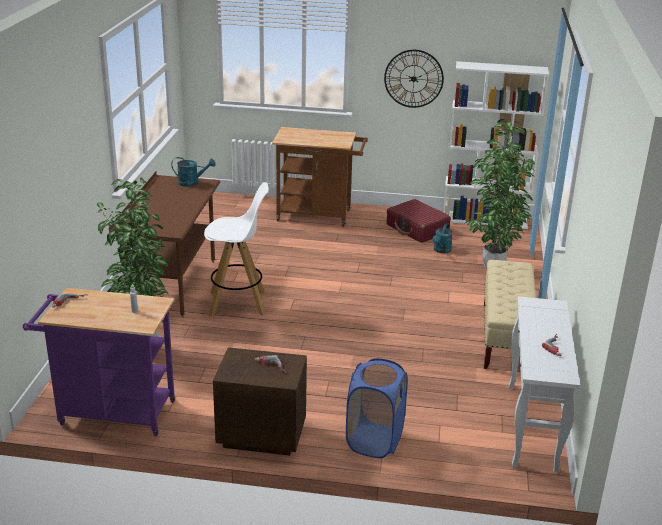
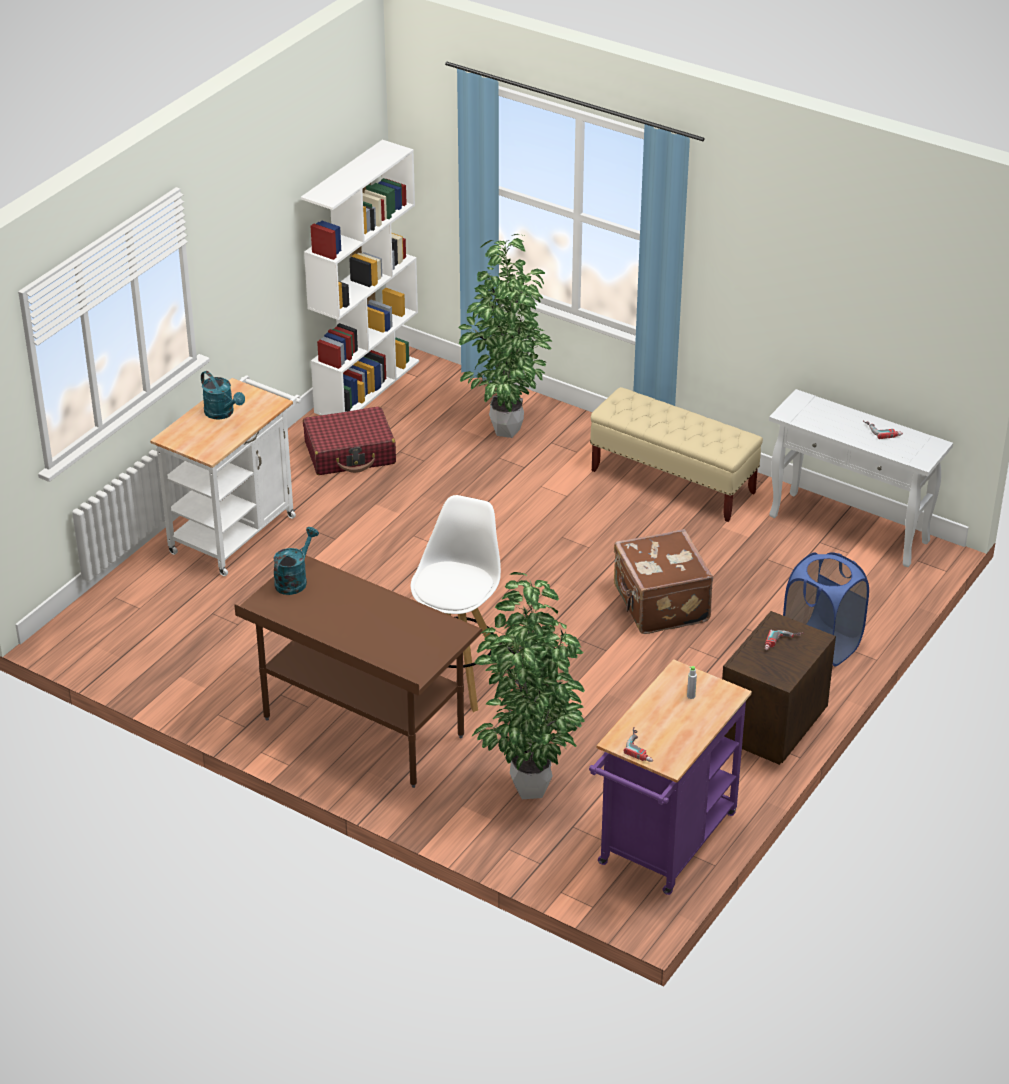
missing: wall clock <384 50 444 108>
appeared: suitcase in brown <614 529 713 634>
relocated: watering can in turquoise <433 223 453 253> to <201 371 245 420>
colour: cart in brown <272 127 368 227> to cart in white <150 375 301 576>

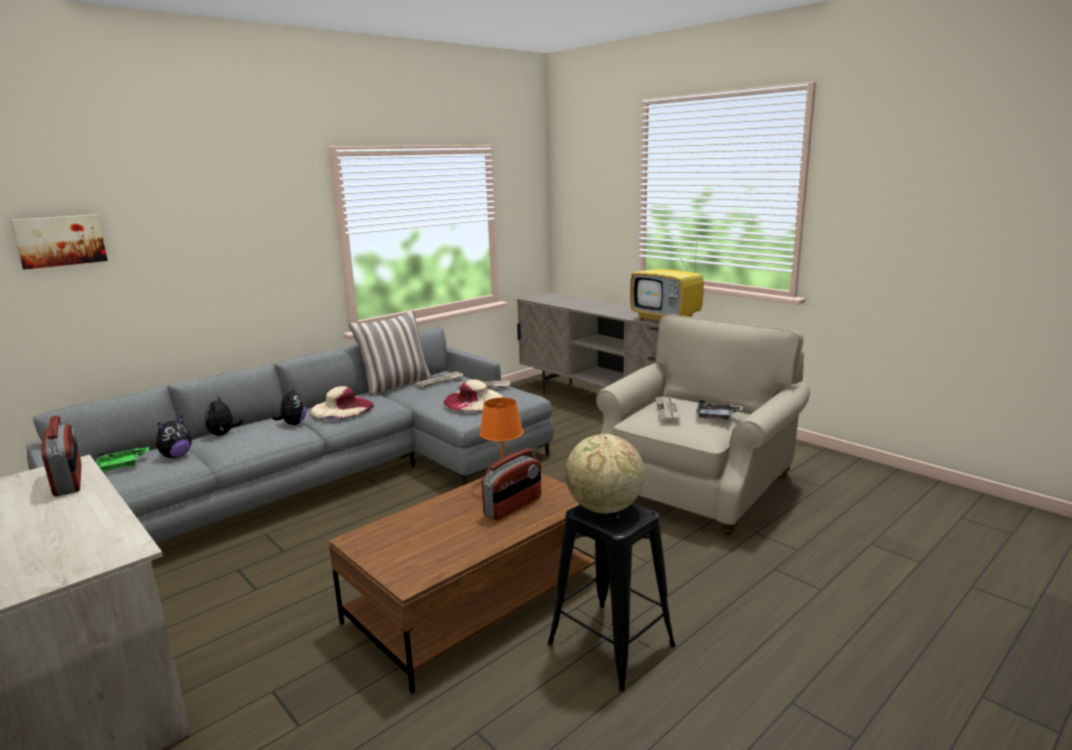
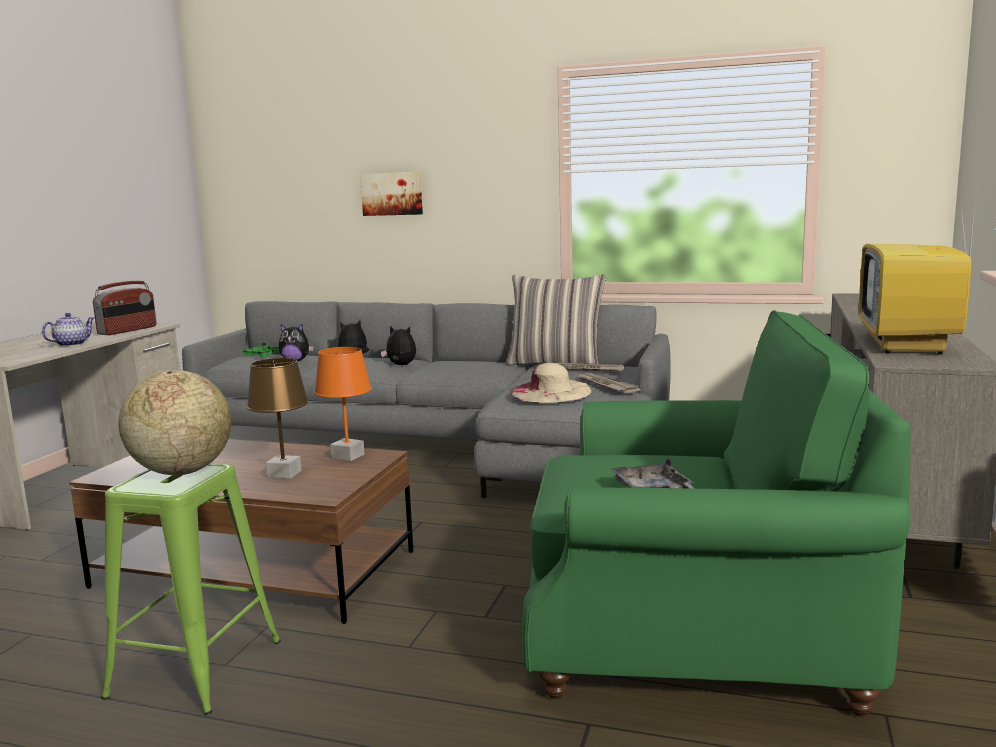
missing: hat in beige <311 386 374 419>; newspaper <655 397 680 422>
appeared: teapot <42 313 94 346>
relocated: picture <10 214 108 270> to <360 172 423 216>
exchanged: radio <482 448 541 520> to table lamp in brown <247 358 308 479>
colour: stool in black <547 503 676 692> to stool in green <101 463 281 715>; armchair in beige <596 315 810 535> to armchair in green <522 310 911 717>
spun: plush toy <272 387 306 425> = <381 326 416 365> 120 degrees counterclockwise

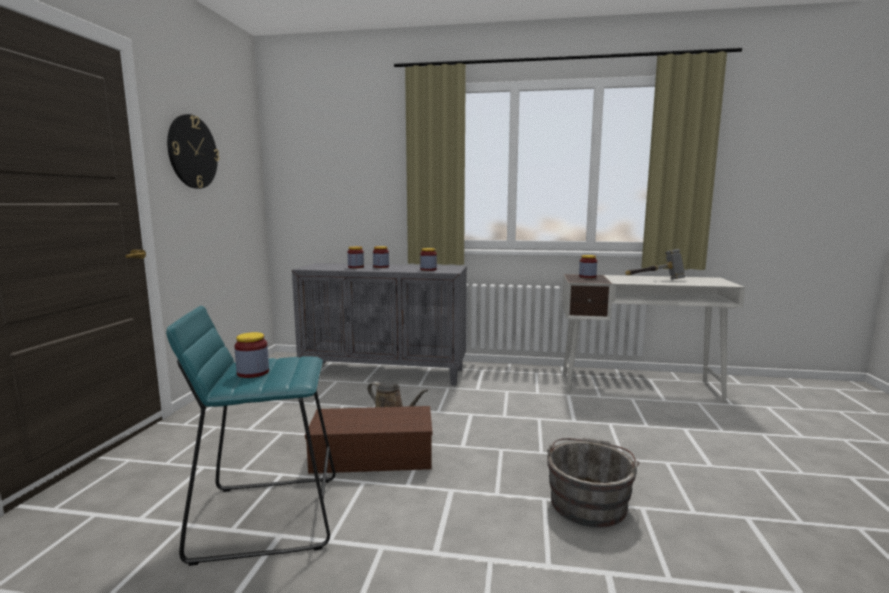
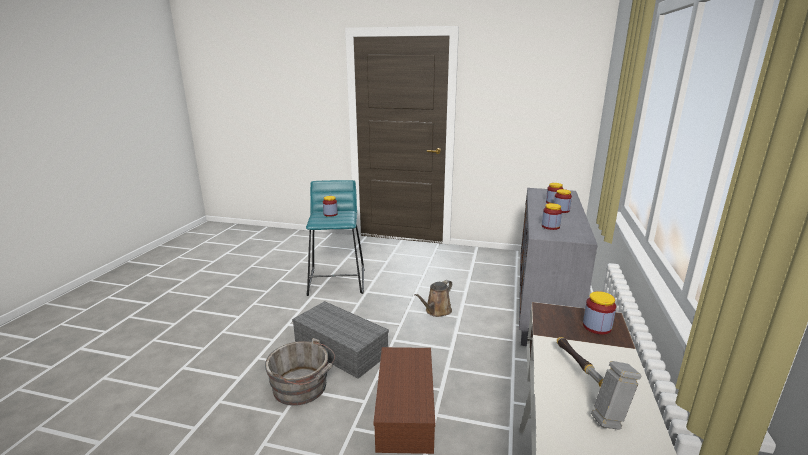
missing: wall clock <167 114 219 189>
appeared: storage box in grey <292 301 389 379>
relocated: storage box in brown <305 406 432 474> to <373 347 435 454>

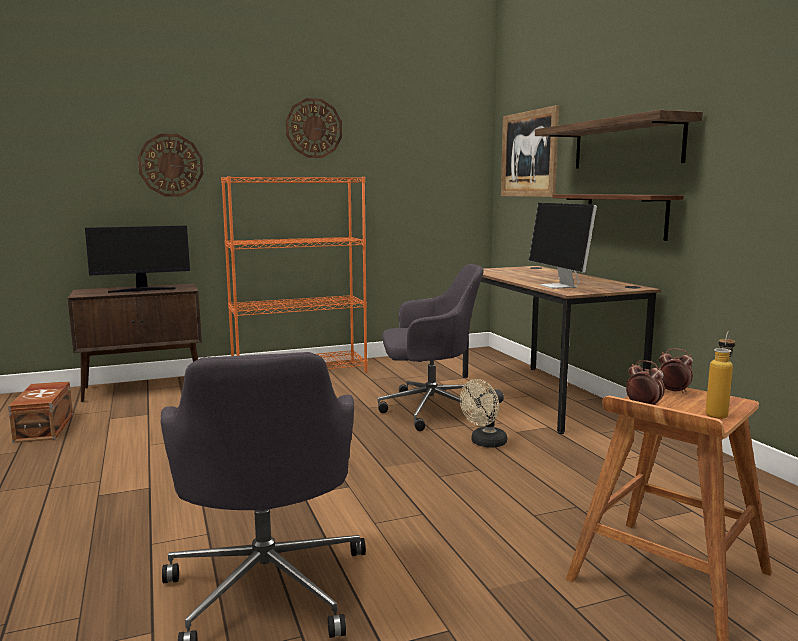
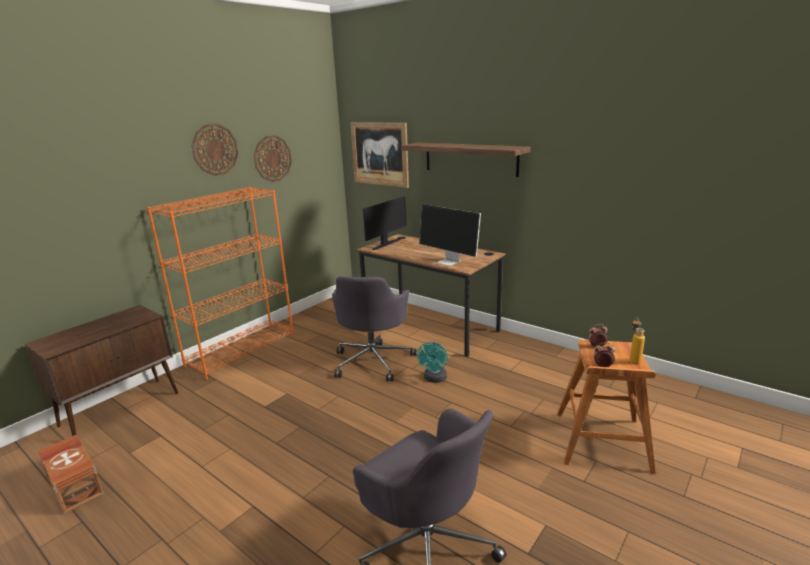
missing: shelf <552 194 684 241>
relocated: monitor <85 226 190 293> to <363 196 407 250>; wall clock <138 134 203 197> to <254 135 292 182>
colour: fan in beige <460 379 507 448> to fan in turquoise <417 342 448 383>
spun: office chair in grey <378 264 484 431> = <332 276 417 382> 135 degrees clockwise

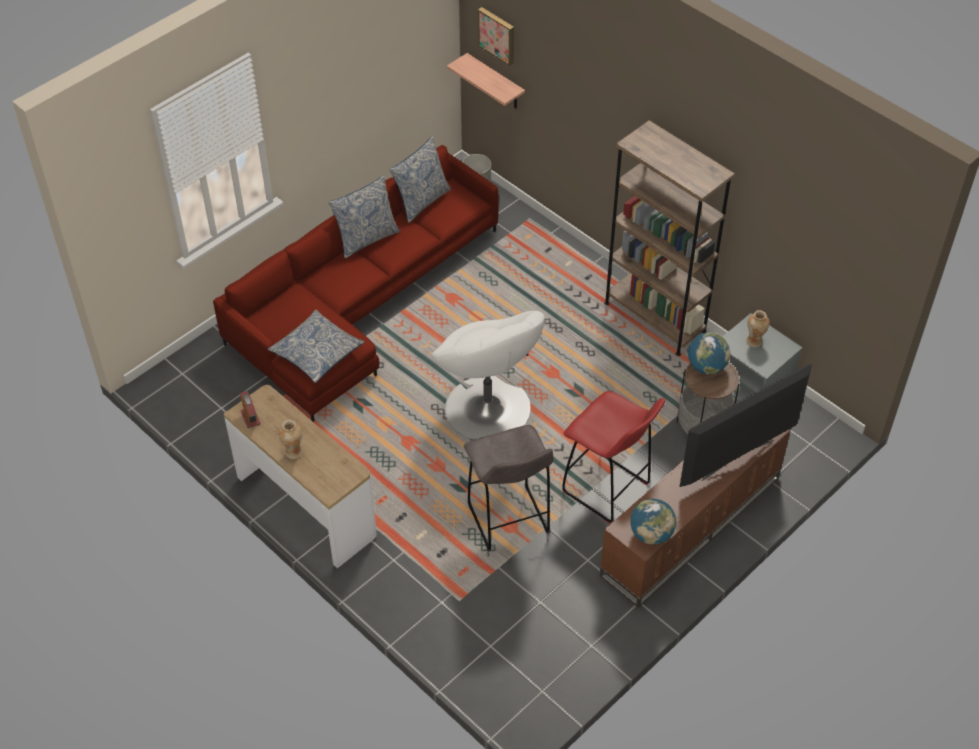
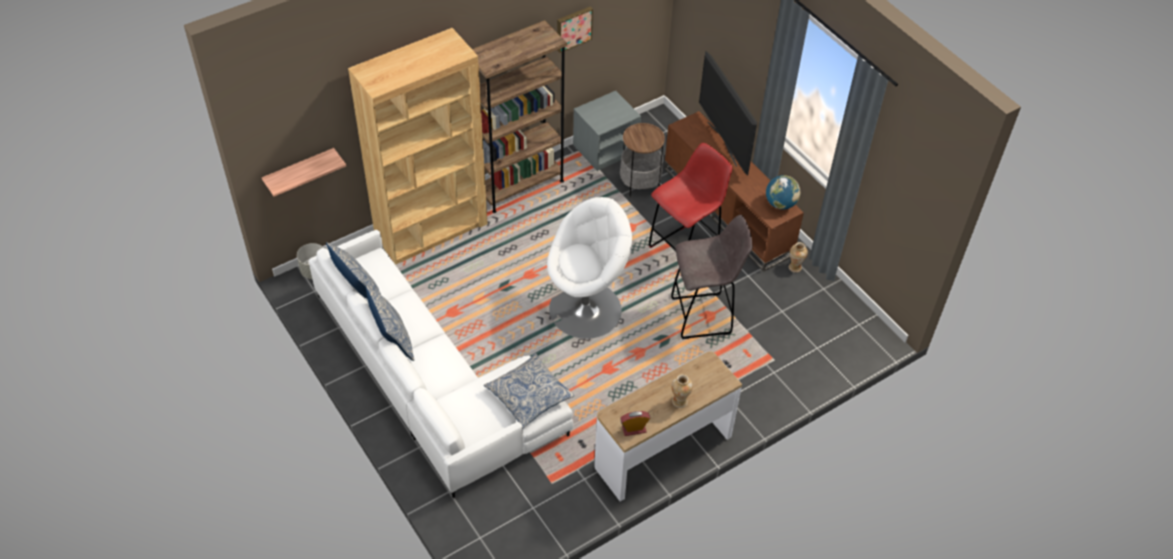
missing: globe <688 332 730 374>
appeared: bookcase in brown <348 28 488 265>
relocated: picture <478 7 514 66> to <557 6 593 53>; vase <746 310 769 347> to <789 242 808 273>
colour: sofa in red <213 145 499 422> to sofa in white <309 230 574 498>

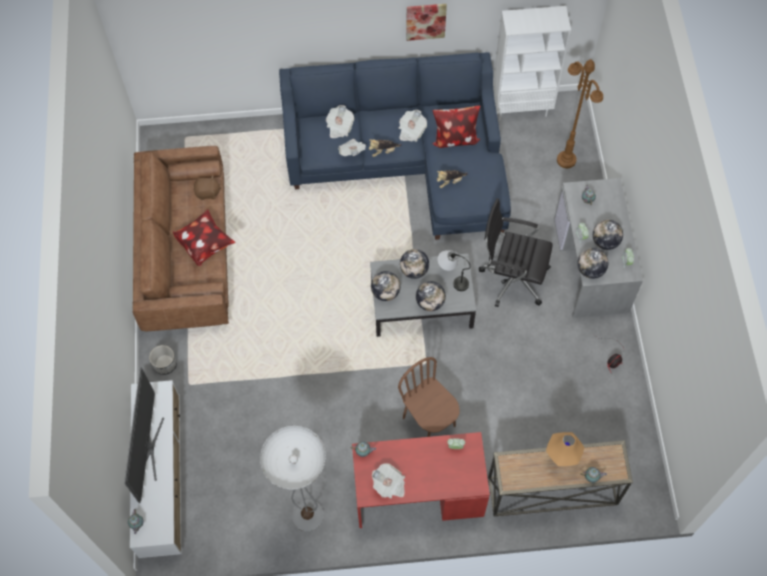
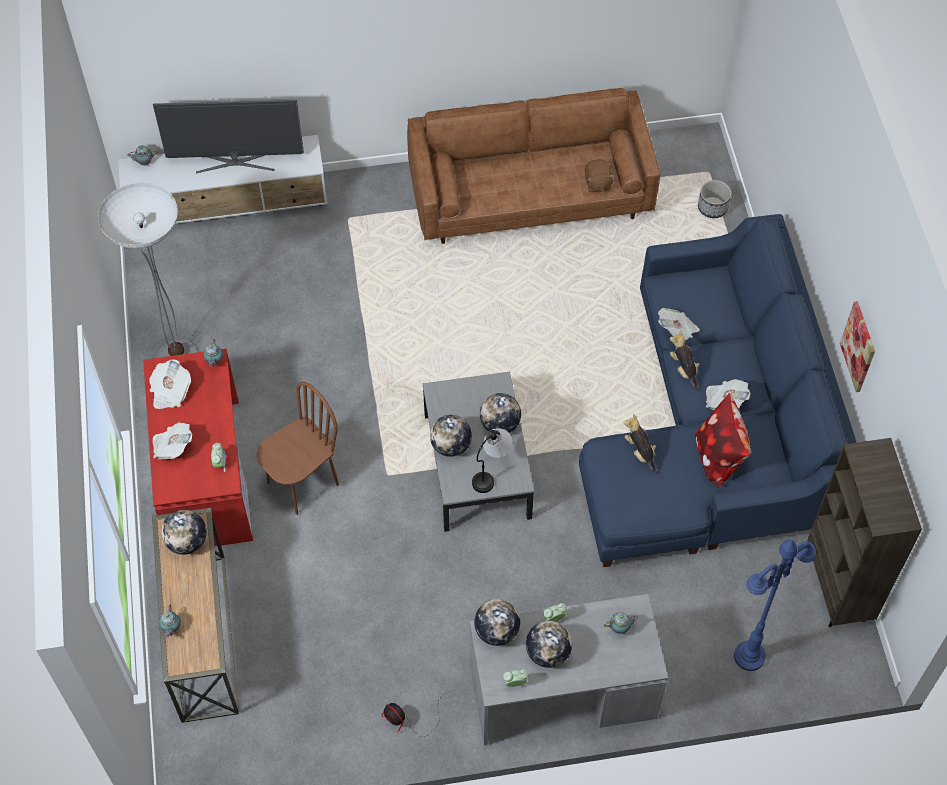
missing: pillow <173 210 236 266>; office chair in black <479 198 553 307>; table lamp in orange <546 432 585 466>
relocated: planter <149 345 177 375> to <698 180 731 218>; newspaper <326 105 354 138> to <153 422 192 459>; globe <371 271 401 301> to <161 510 207 555>
colour: bookcase in white <493 6 571 120> to bookcase in brown <807 438 922 627>; floor lamp in brown <557 59 603 168> to floor lamp in blue <734 540 816 671>

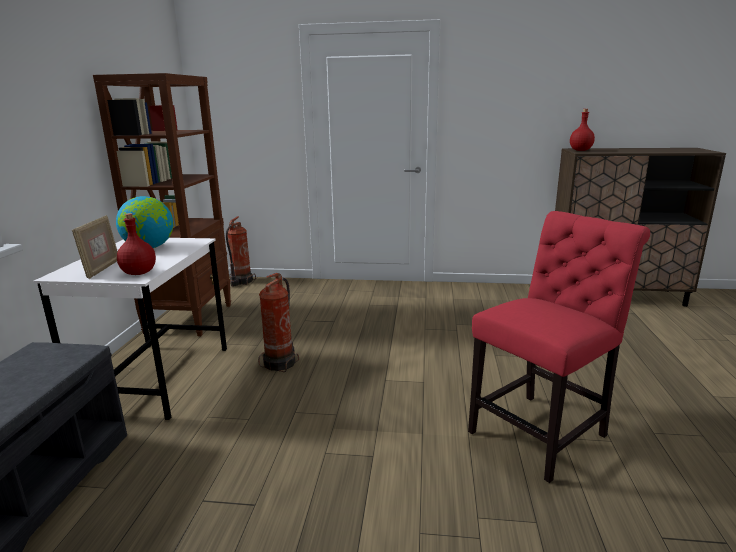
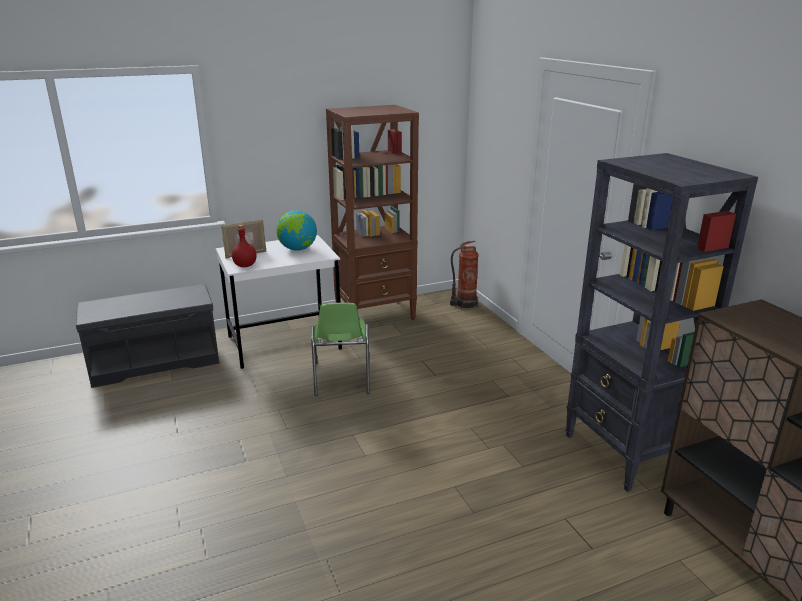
missing: chair in red <468 211 650 483>; bottle in red <570 109 595 151>
appeared: bookcase in black <565 153 758 492>
exchanged: fire extinguisher <258 273 299 372> to chair in green <311 303 370 396>

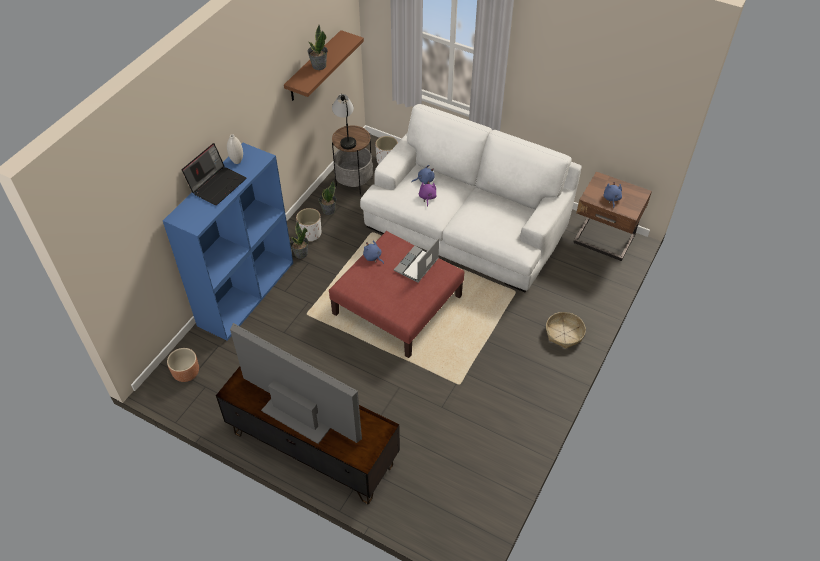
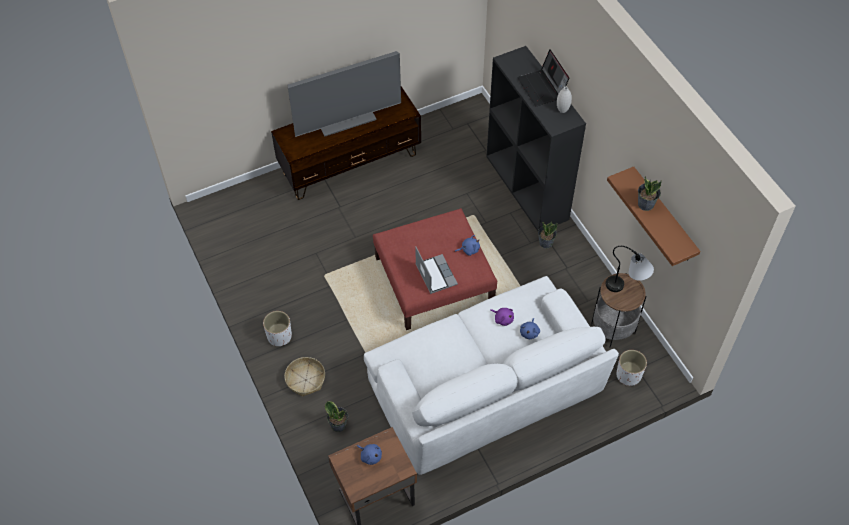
missing: planter in brown <167 348 199 382>
relocated: planter in white <296 208 321 242> to <263 311 292 346>; potted plant <319 181 336 215> to <325 401 348 432>
colour: bookcase in blue <163 143 293 341> to bookcase in black <486 46 586 231>

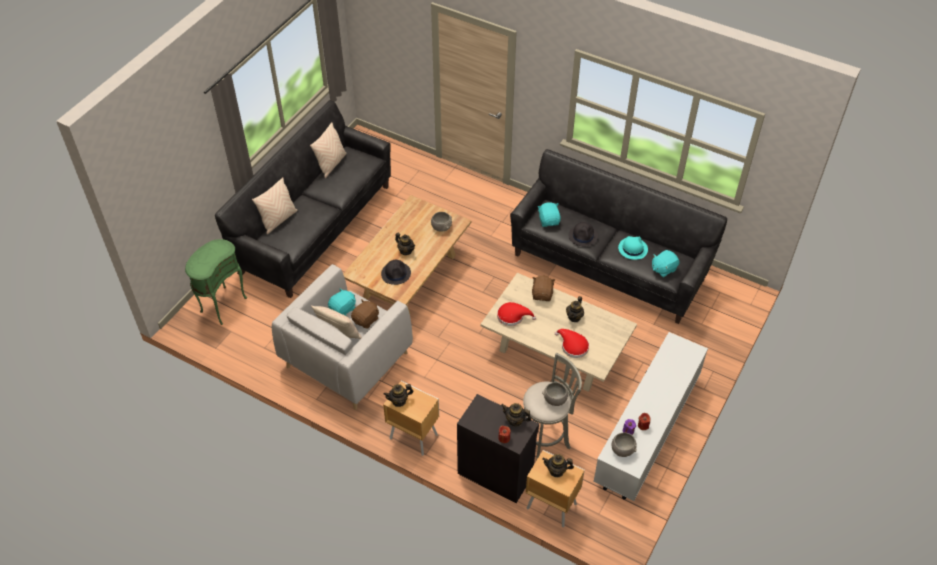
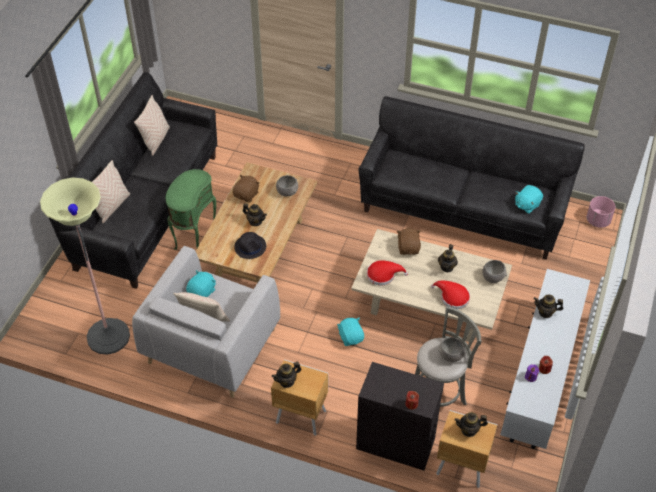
missing: hat in black <569 222 598 246>; hat in turquoise <618 236 648 260>
appeared: floor lamp <40 177 130 355>; planter in pink <587 196 615 228>
relocated: side table in green <185 239 247 325> to <165 169 216 250>; plush toy in brown <351 299 379 329> to <233 175 259 202>; teapot <501 403 531 427> to <534 295 563 318>; plush toy in turquoise <537 202 561 227> to <337 318 364 346>; bowl in grey <612 433 637 457> to <482 260 507 283>

